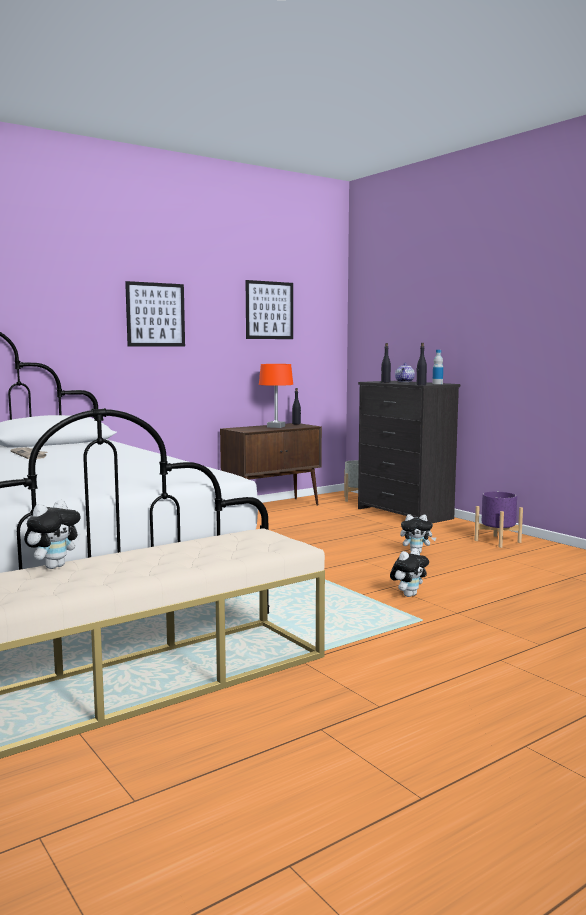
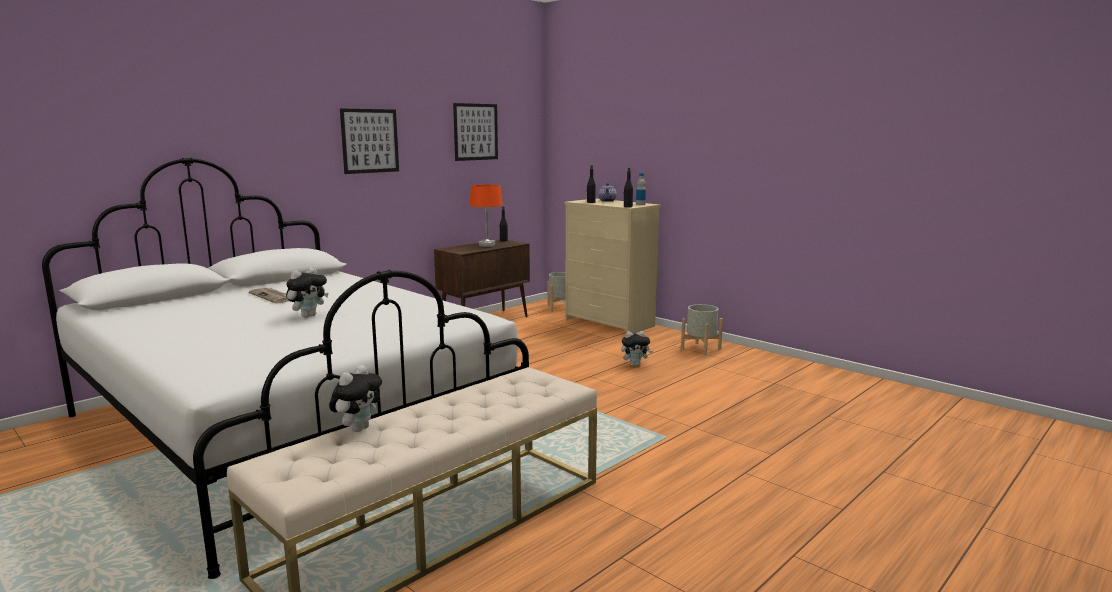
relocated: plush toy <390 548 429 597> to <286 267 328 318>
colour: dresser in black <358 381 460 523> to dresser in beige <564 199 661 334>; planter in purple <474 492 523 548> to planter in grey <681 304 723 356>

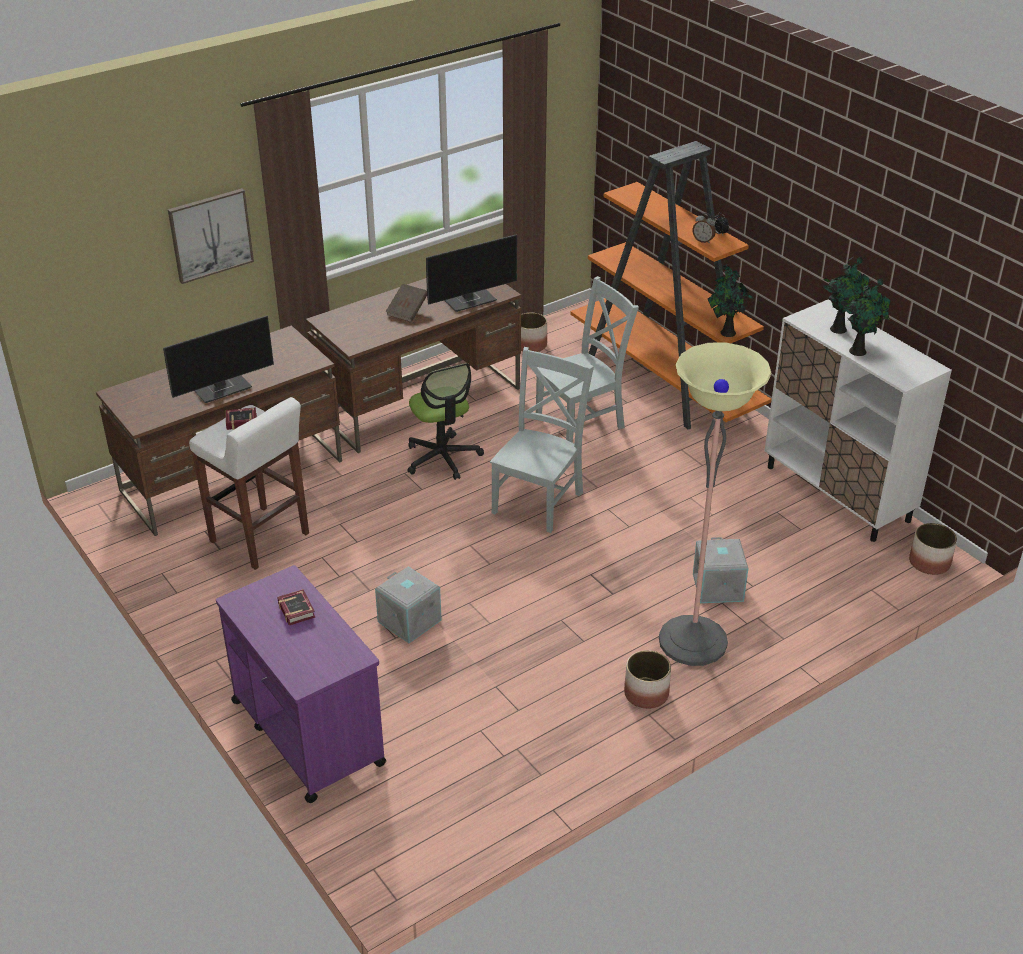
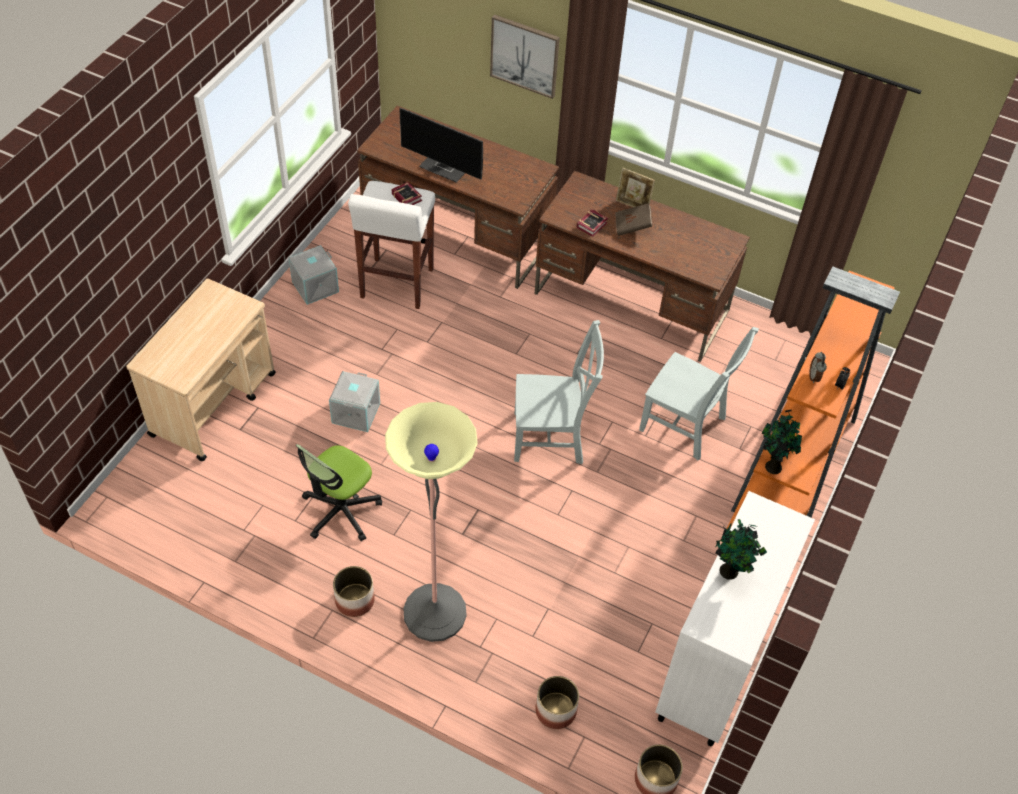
missing: monitor <426 234 517 312>; potted plant <822 256 870 334>
appeared: picture frame <616 168 655 207>
relocated: book <277 589 315 625> to <577 209 608 237>; office chair <407 363 484 480> to <296 444 382 541>; planter <521 313 547 352> to <535 676 579 729>; storage box in grey <693 537 748 603> to <288 245 339 305>
colour: cart in purple <216 565 386 803> to cart in beige <126 278 276 461>

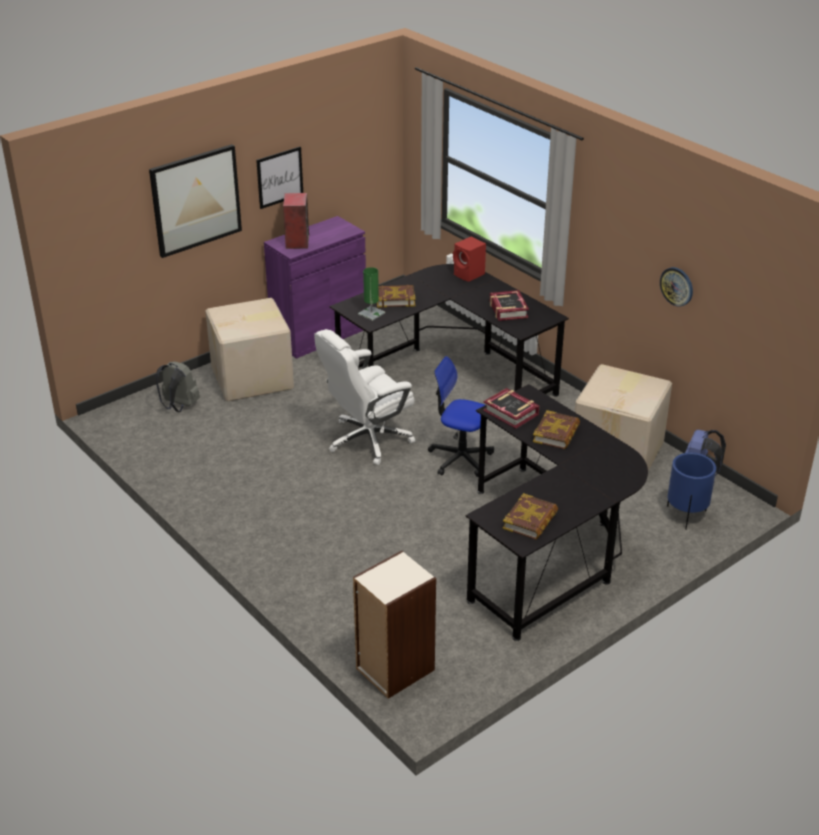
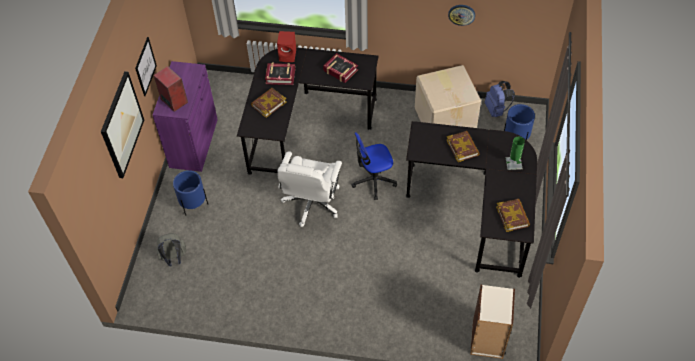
relocated: table lamp in green <358 267 385 321> to <506 136 525 170>; book <483 388 539 429> to <265 63 295 85>
exchanged: cardboard box <205 298 294 401> to planter in blue <173 170 208 216>

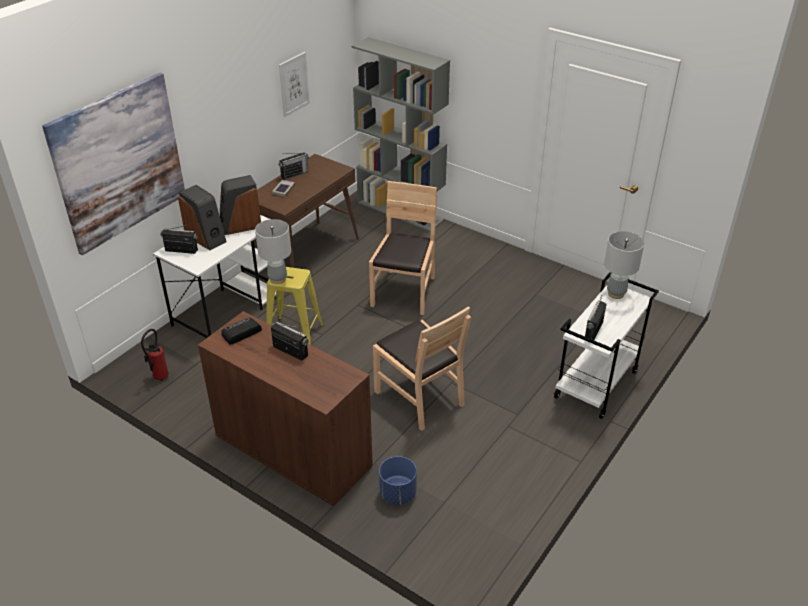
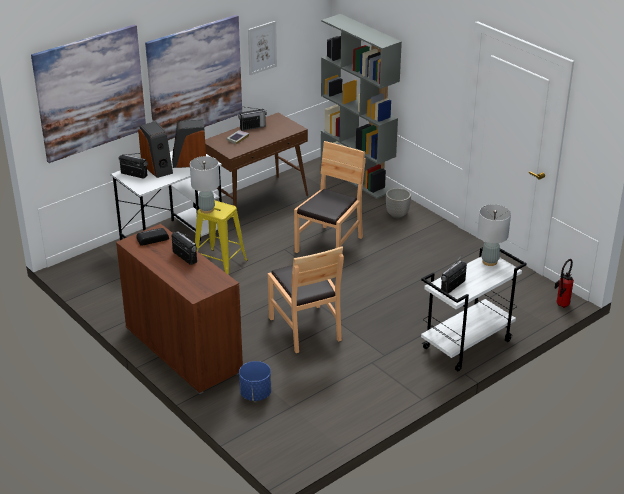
appeared: picture <145 15 242 140>; planter <386 188 411 218>
relocated: fire extinguisher <141 329 169 381> to <554 259 574 308>

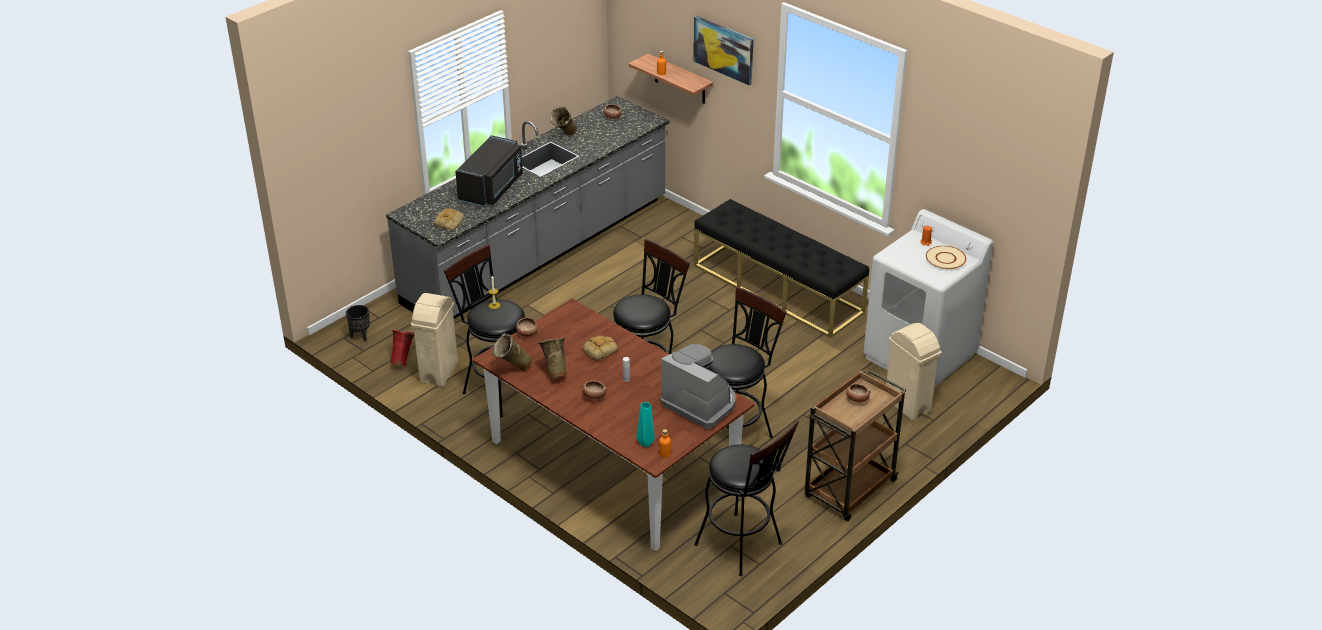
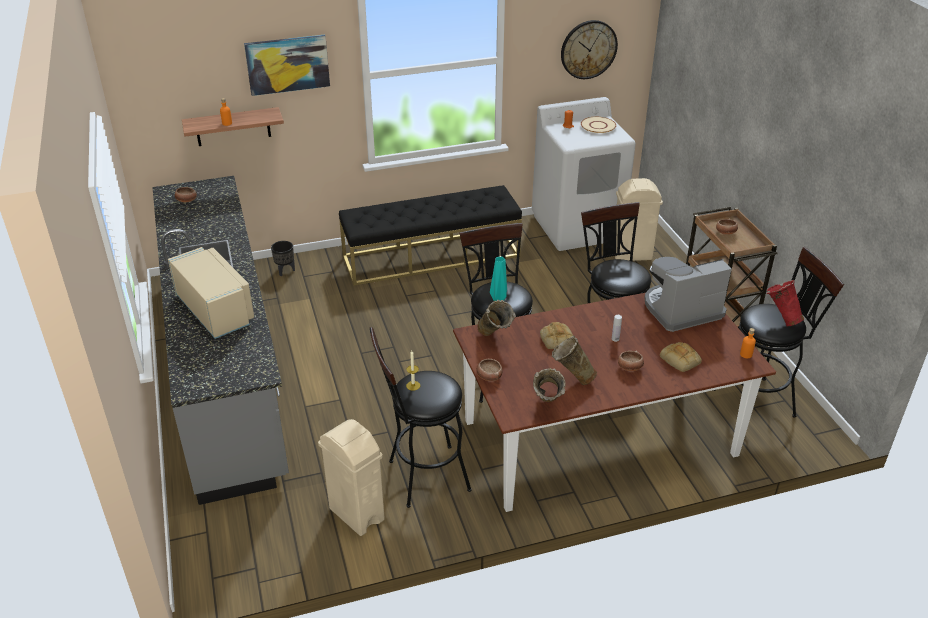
appeared: wall clock <561 20 618 79>
relocated: planter in black <346 305 370 342> to <271 241 295 276>; vase in red <391 330 414 366> to <767 280 804 326>; bread <434 208 464 230> to <660 342 702 372>; vase in beige <550 107 577 135> to <477 300 516 336>; vase in turquoise <636 402 654 447> to <490 257 507 301>
colour: microwave in black <455 135 523 207> to microwave in beige <168 247 254 339>

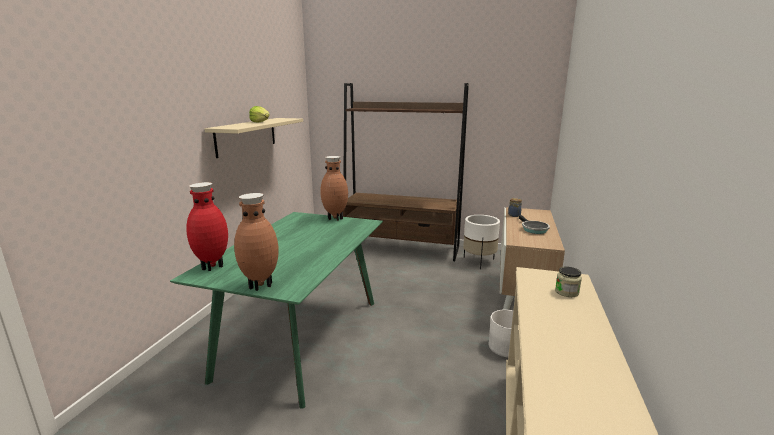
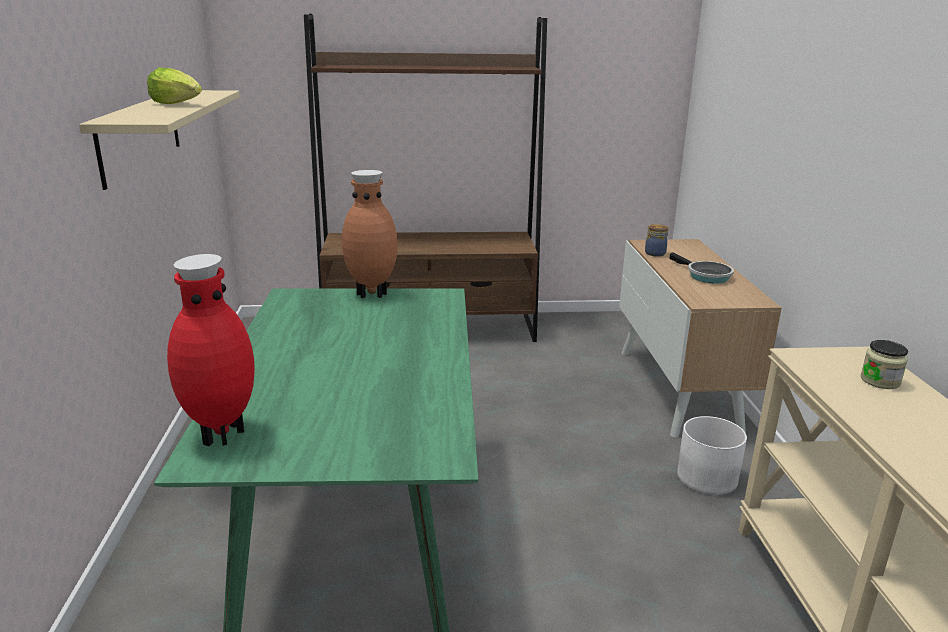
missing: vase in brown <234 193 279 291>; planter in white <463 215 500 269>

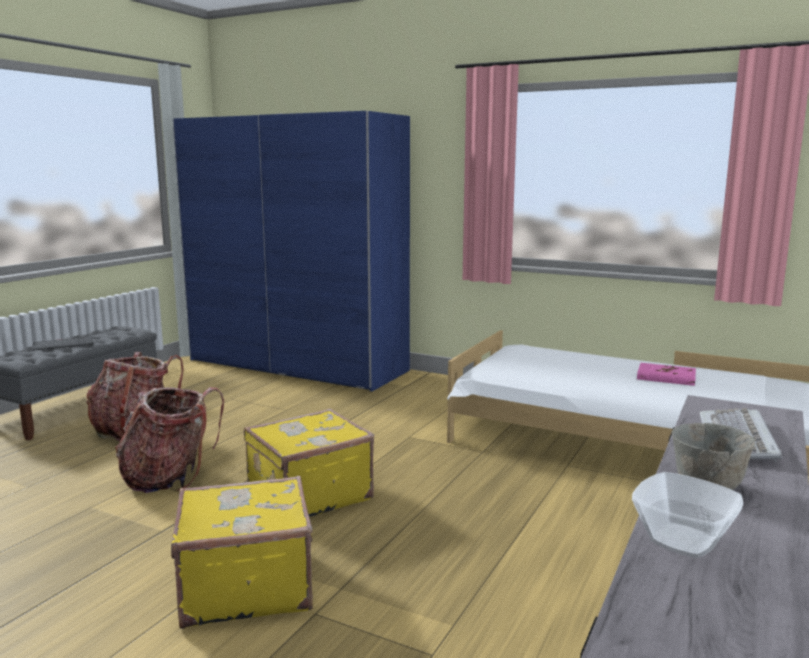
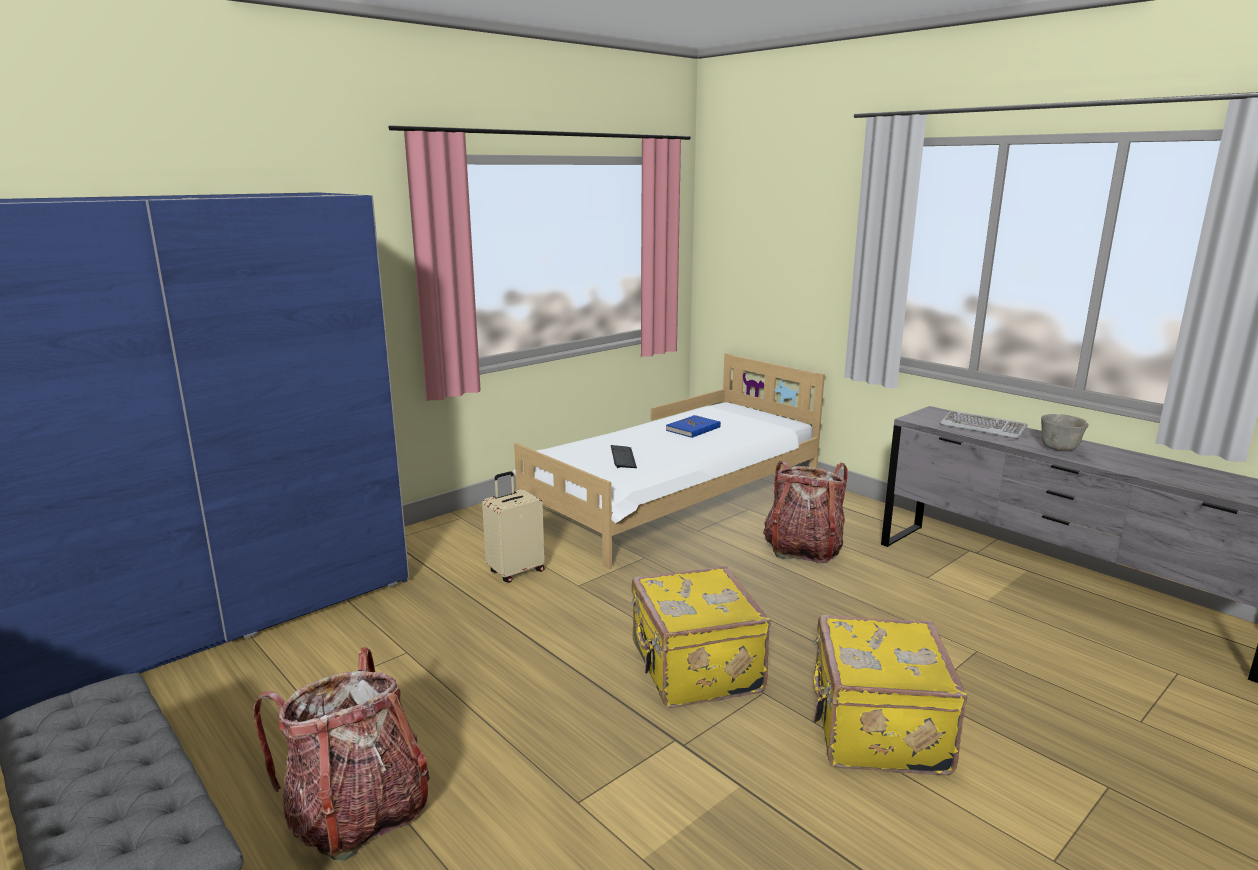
missing: bowl <632 472 743 558>
appeared: suitcase in beige <482 471 545 583>
relocated: keyboard <32 337 93 351> to <611 445 637 468>; backpack <115 387 224 493> to <763 461 848 563>
colour: book in pink <637 363 696 386> to book in blue <666 415 721 438>

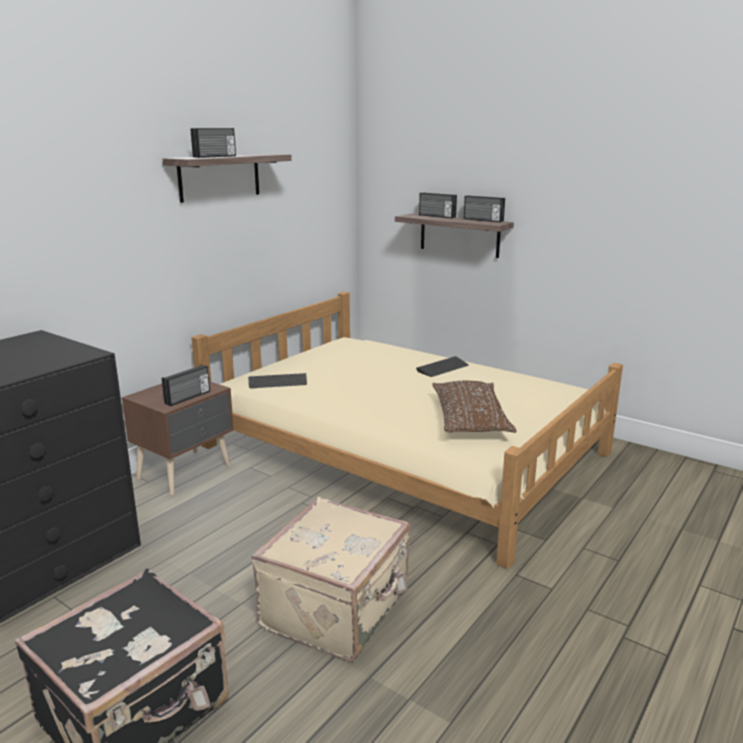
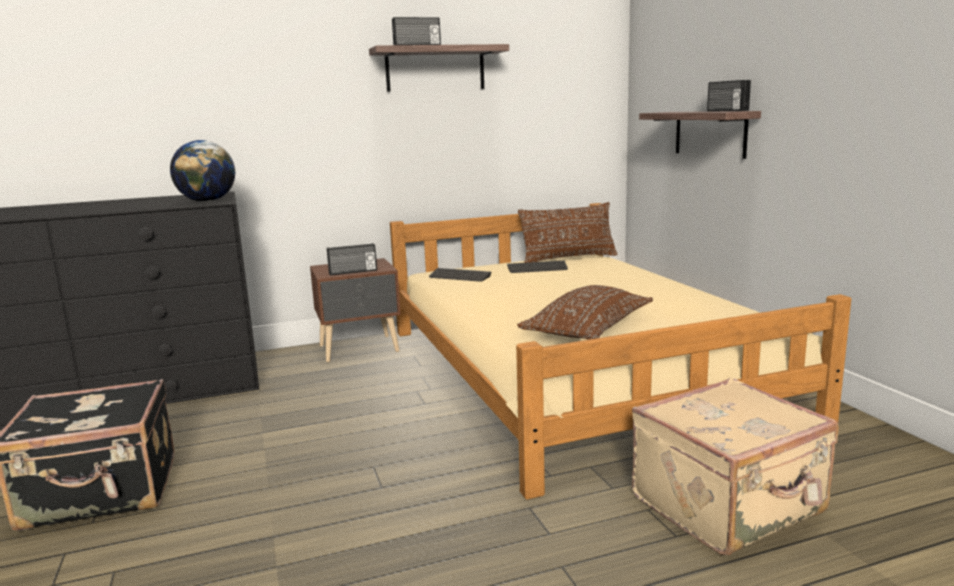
missing: radio <419 193 457 218>
appeared: globe <170 140 235 202>; pillow in brown <518 202 617 263>
relocated: suitcase in beige <251 497 410 661> to <632 377 839 555>; keyboard <416 356 468 377> to <507 261 568 273>

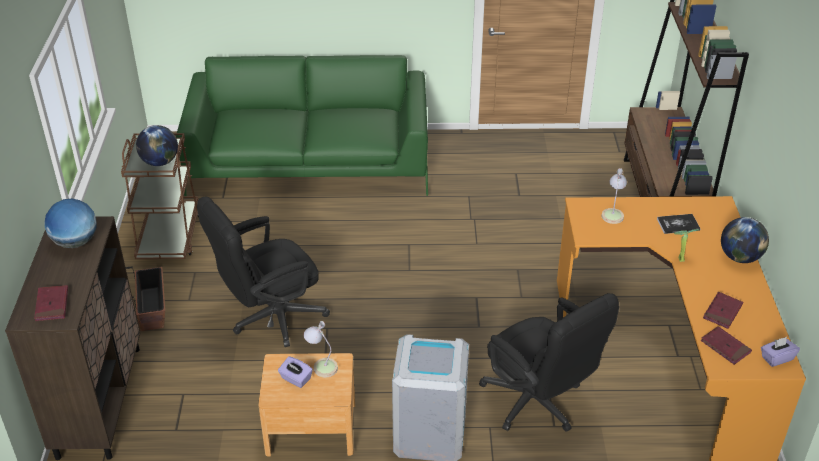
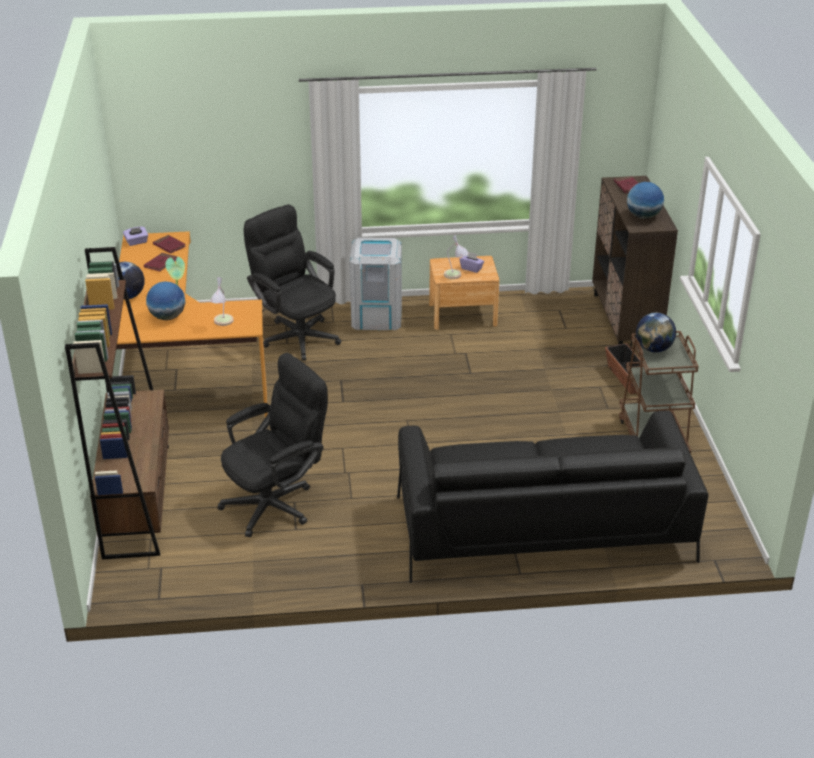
relocated: office chair in black <197 196 330 347> to <217 353 328 537>
exchanged: book <657 214 700 234> to globe <146 282 185 320>
colour: sofa in green <176 55 428 196> to sofa in black <397 411 708 583>

